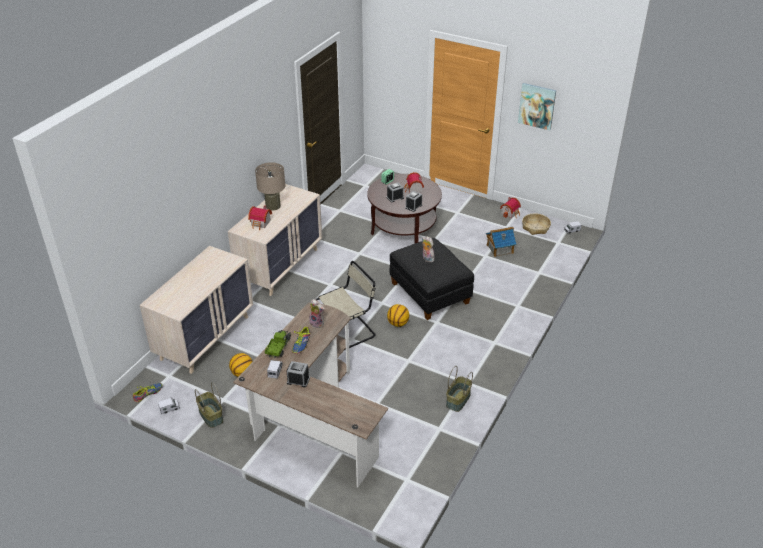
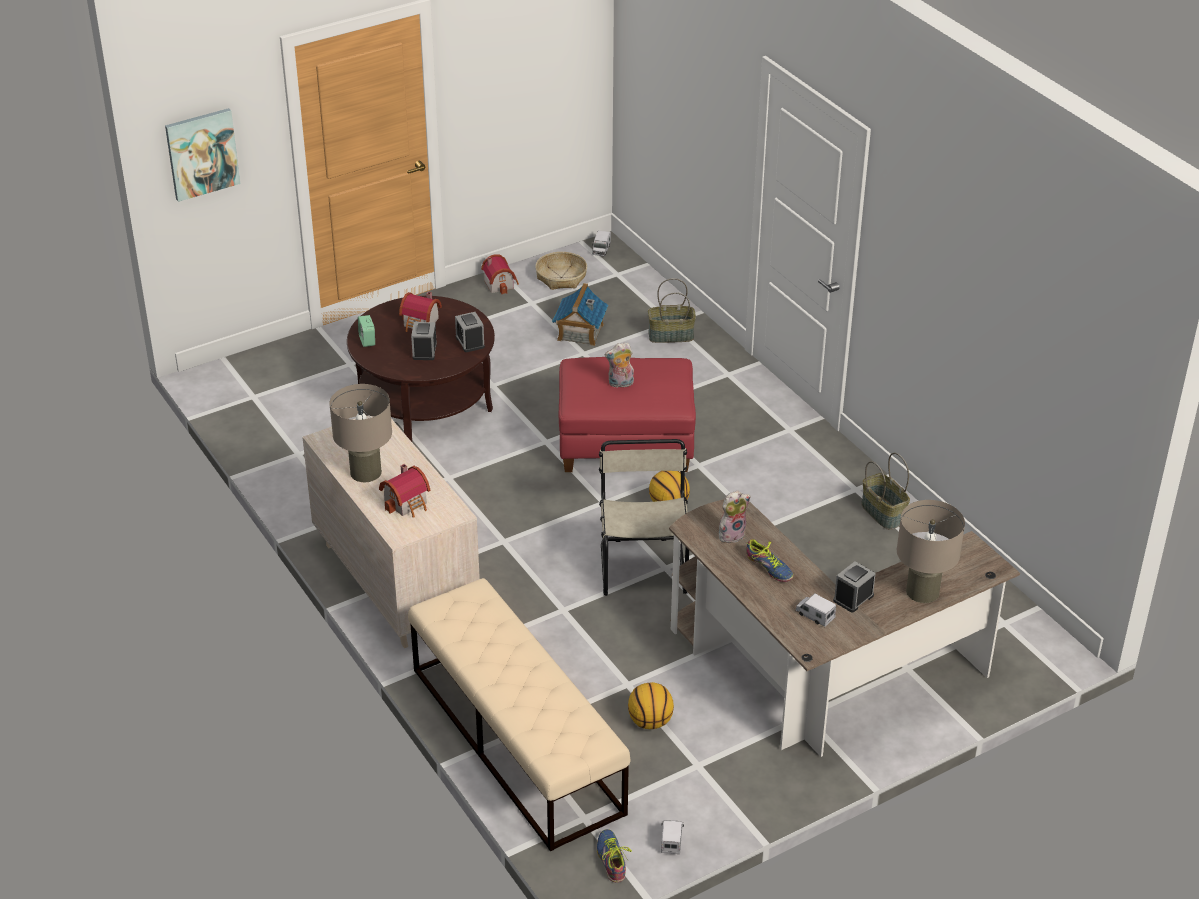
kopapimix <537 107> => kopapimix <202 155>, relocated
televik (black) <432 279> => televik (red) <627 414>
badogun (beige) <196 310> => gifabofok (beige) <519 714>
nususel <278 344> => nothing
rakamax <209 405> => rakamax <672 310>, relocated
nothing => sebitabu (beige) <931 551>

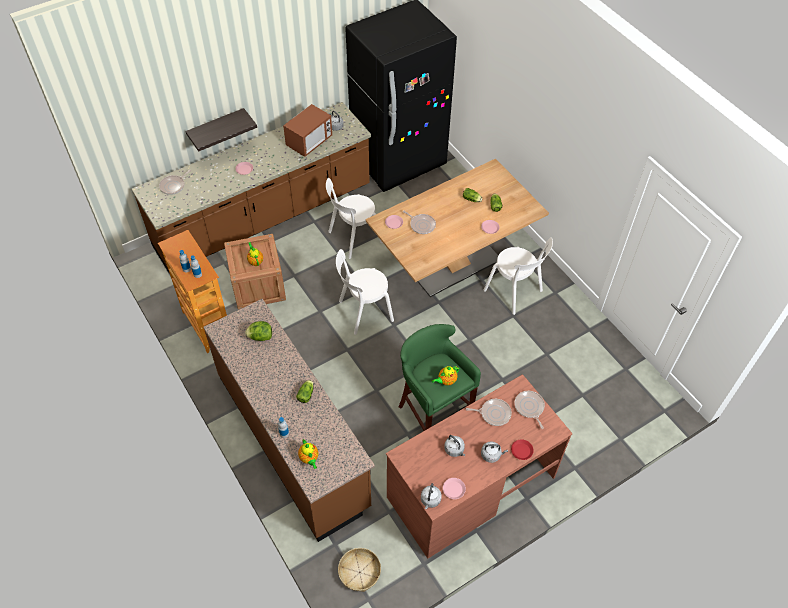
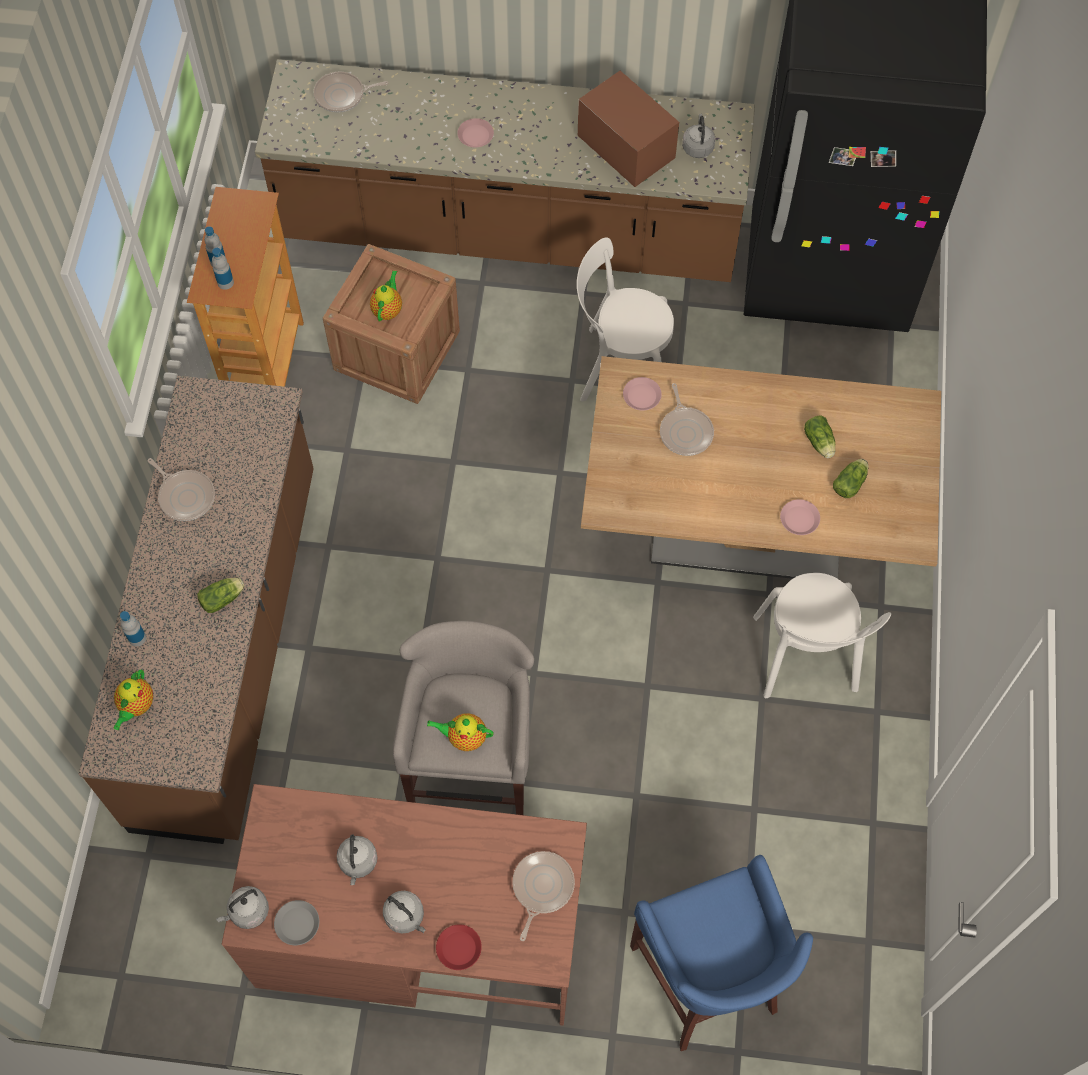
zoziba <307 130> => zoziba <628 129>, 120 degrees counterclockwise
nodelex <221 130> => nothing
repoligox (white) <365 292> => nothing
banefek <258 331> => nothing
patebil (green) <440 377> => patebil (grey) <463 718>
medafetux <489 412> => medafetux <181 489>, relocated
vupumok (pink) <454 488> => vupumok (grey) <296 922>
rakamax <359 570> => nothing
nothing => patebil (blue) <721 953>

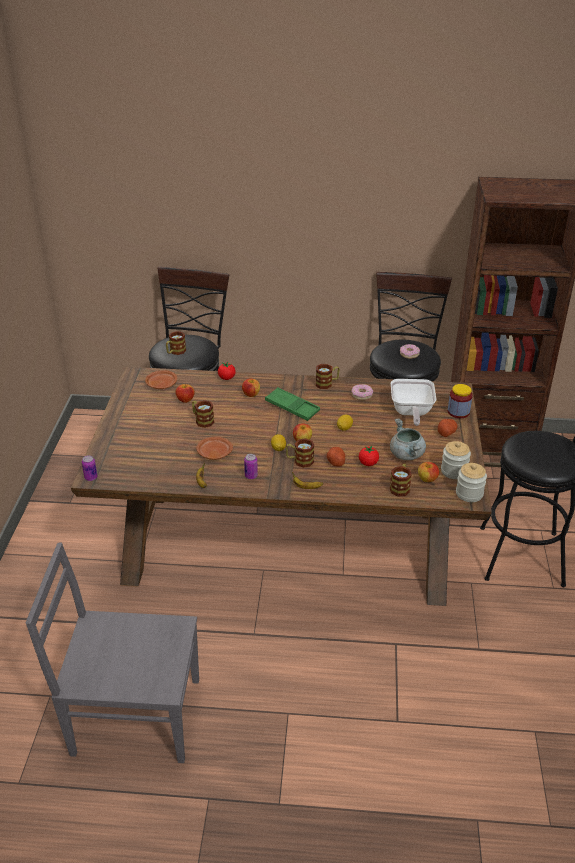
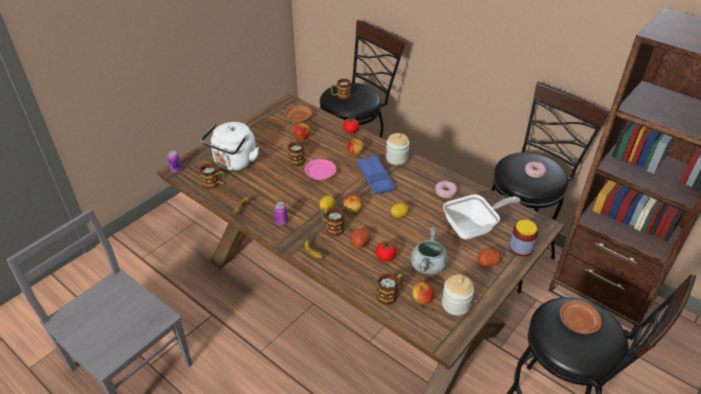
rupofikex <328 376> => rupofikex <212 176>, relocated
medafetux <413 402> => medafetux <482 217>, 150 degrees counterclockwise
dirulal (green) <292 404> => dirulal (blue) <376 175>
vupumok (brown) <214 448> => vupumok (brown) <581 317>, relocated
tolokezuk <471 482> => tolokezuk <397 149>, relocated
nothing => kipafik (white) <230 146>
nothing => vupumok (pink) <321 169>

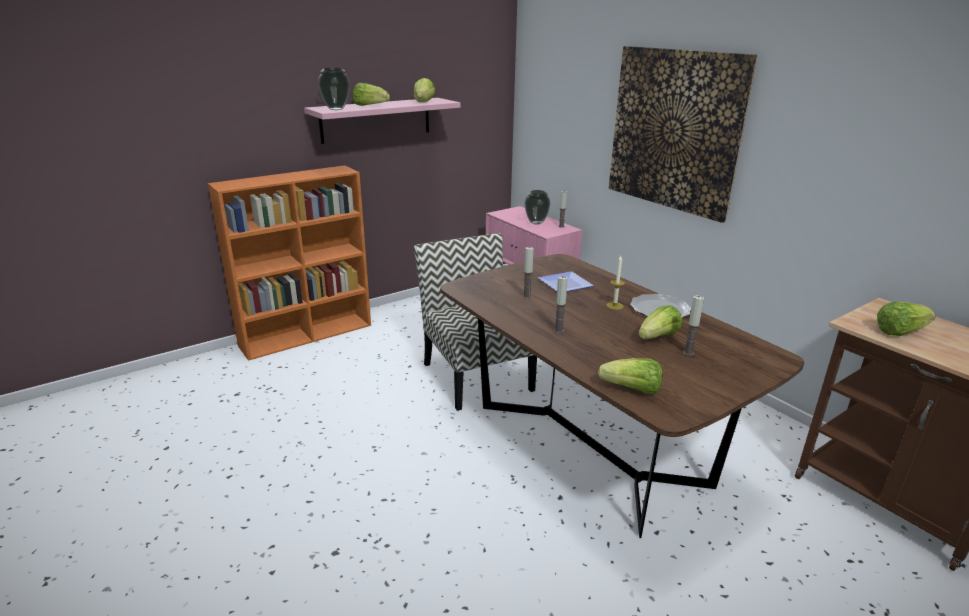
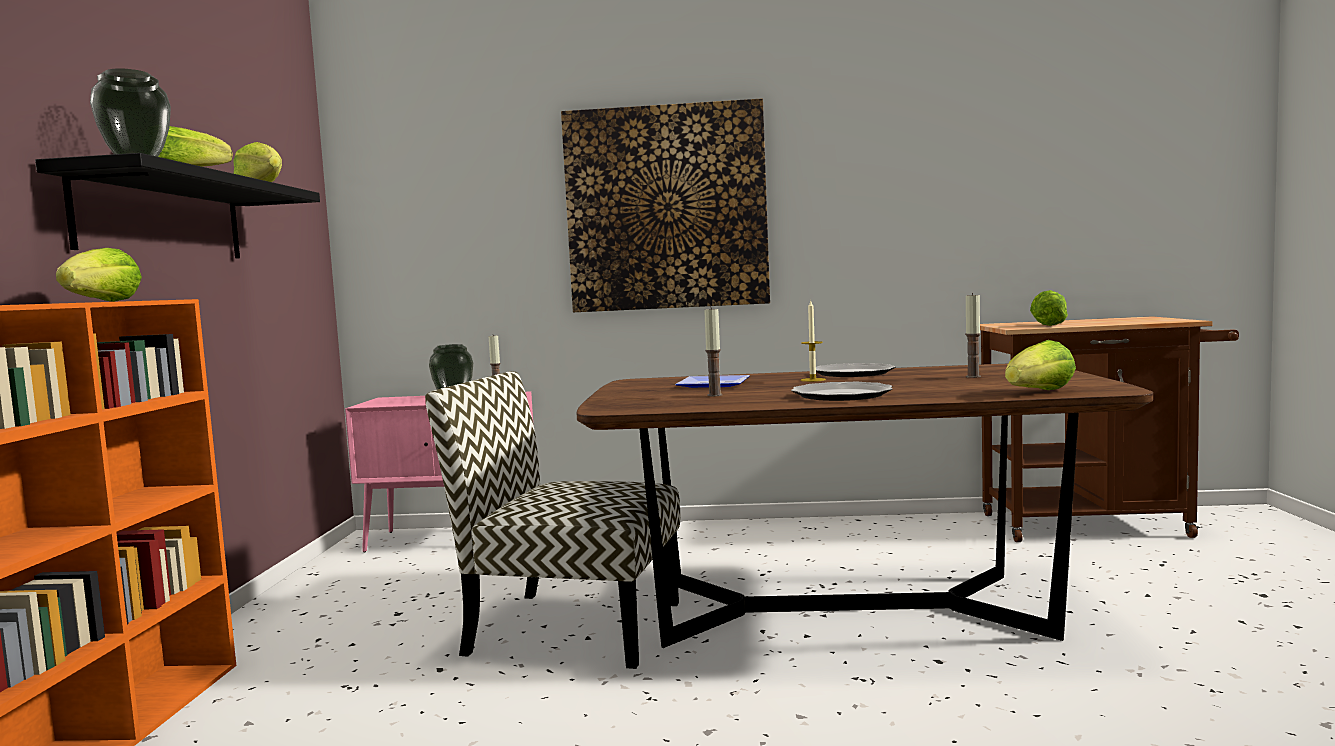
nodelex (pink) <382 121> => nodelex (black) <177 205>
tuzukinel <561 304> => vupumok <841 391>
banefek <660 322> => banefek <99 275>, relocated

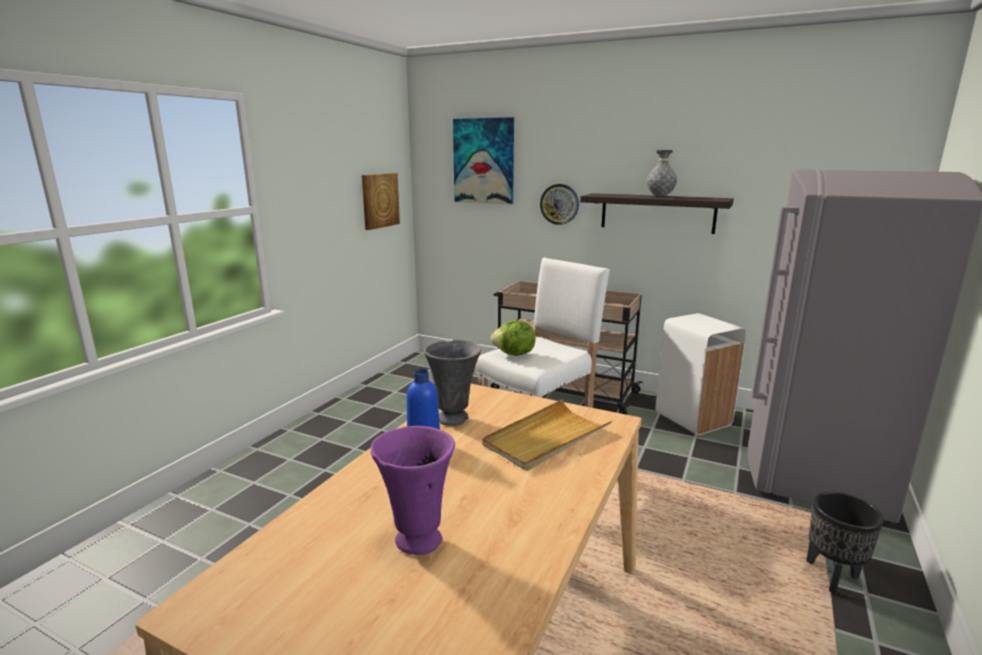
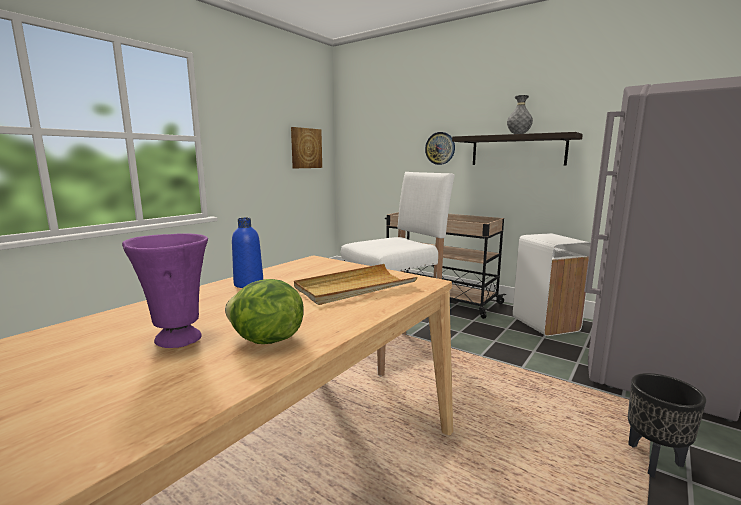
kopapimix <483 160> => nothing
banefek <513 338> => banefek <264 311>, relocated
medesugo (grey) <452 382> => nothing

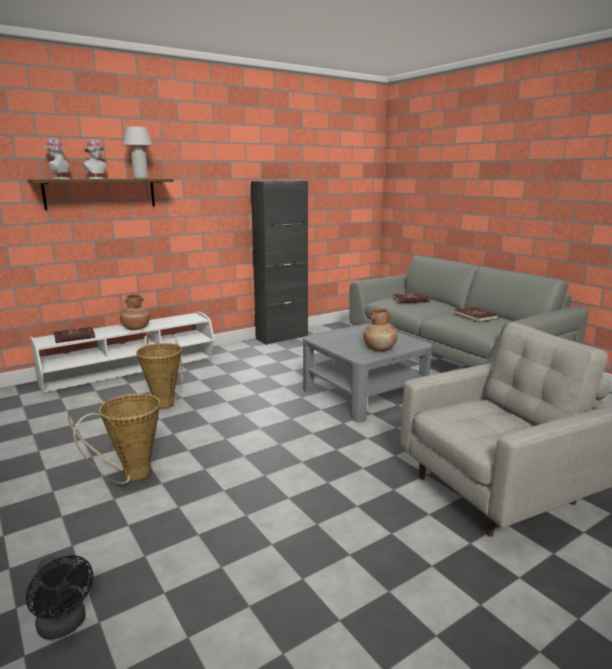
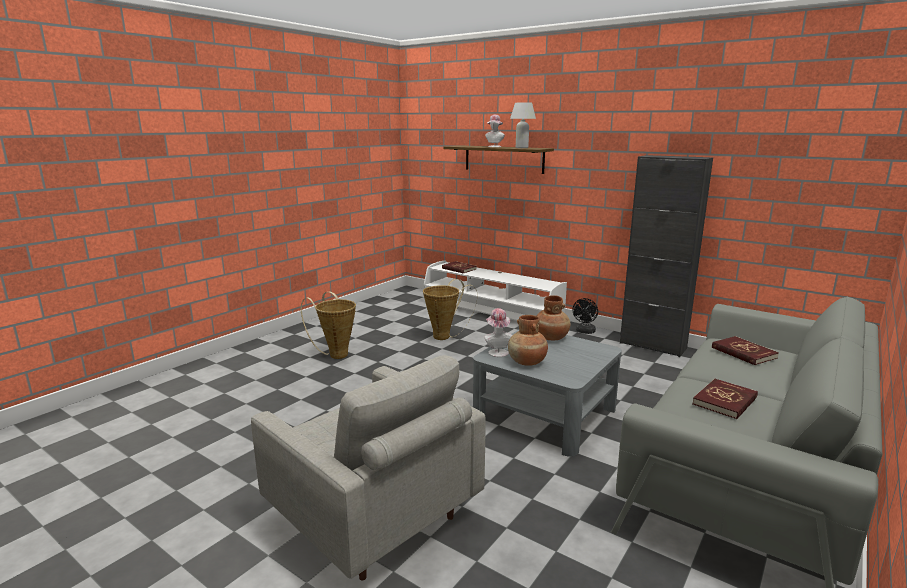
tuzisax <56 158> => tuzisax <498 332>, relocated
medesugo (brown) <135 312> => medesugo (brown) <554 317>, relocated
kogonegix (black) <59 597> => kogonegix (black) <585 316>, relocated

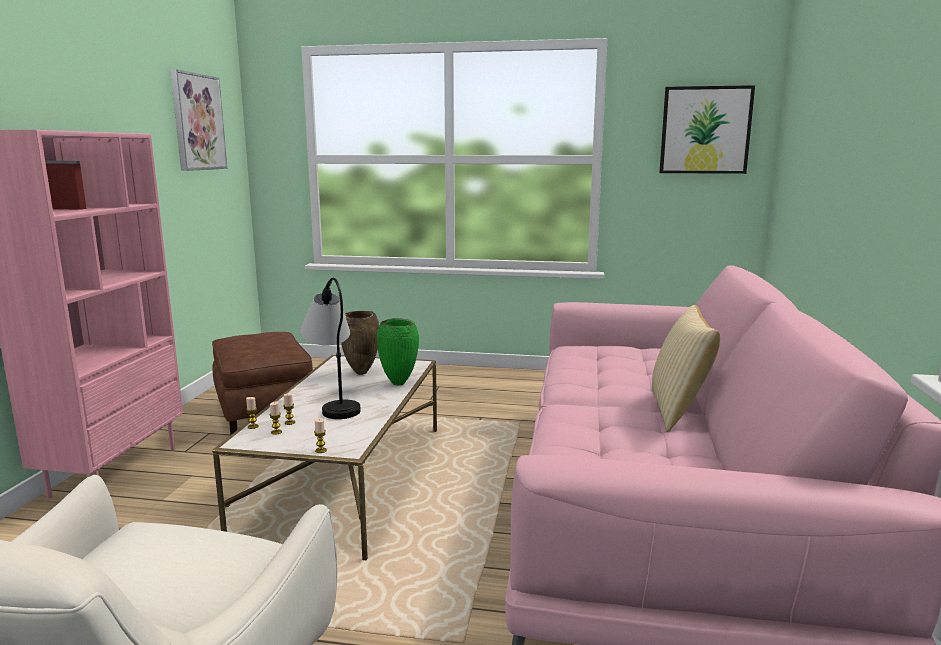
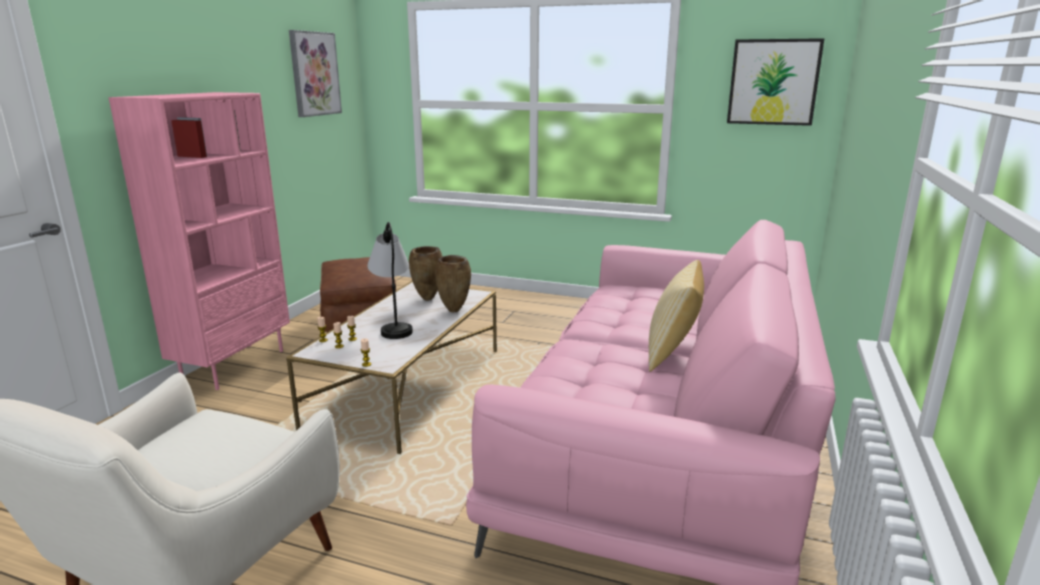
medesugo (green) <398 351> => medesugo (brown) <453 283>

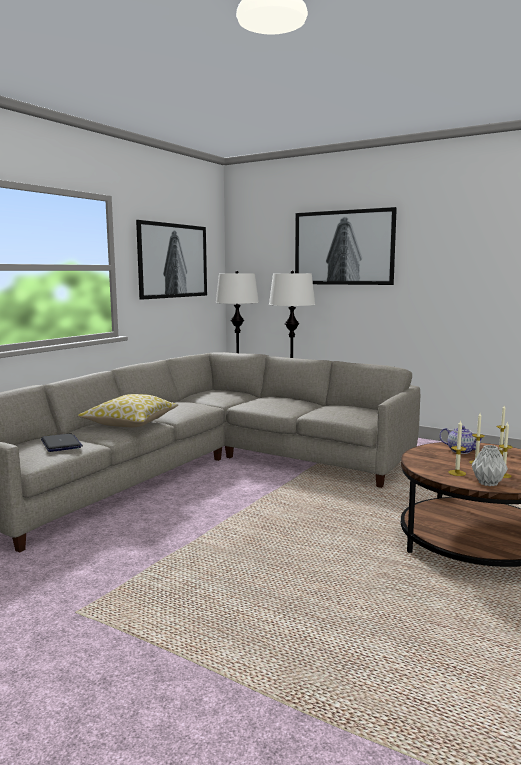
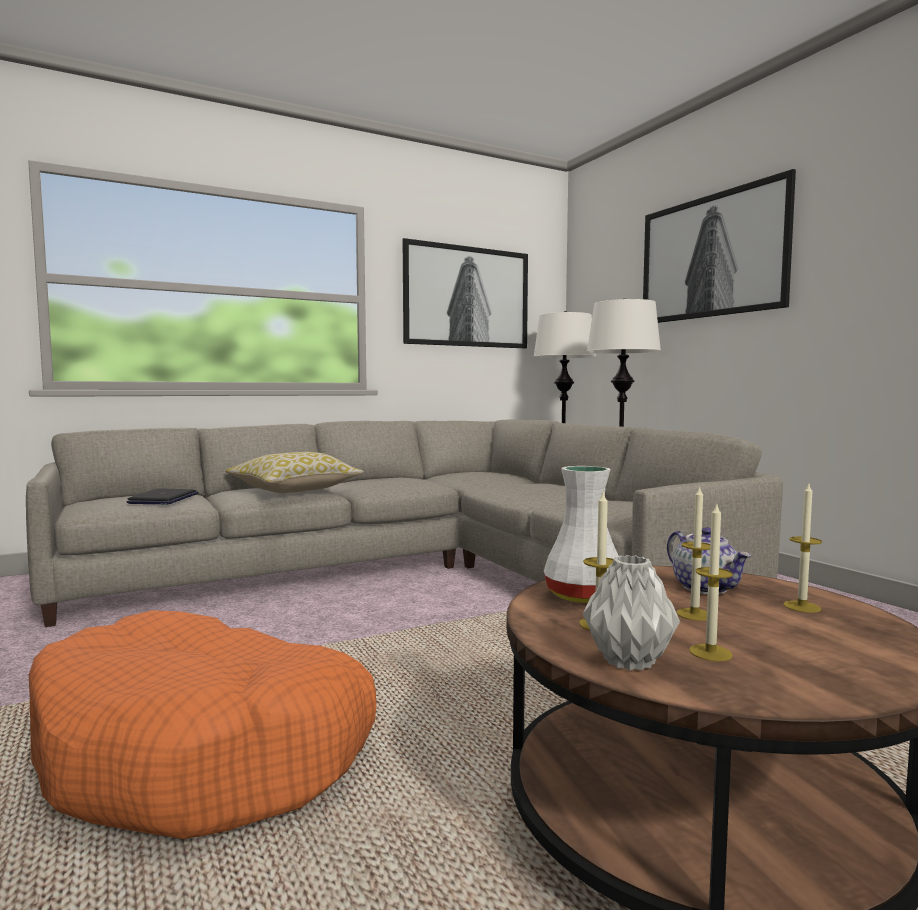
nothing => medesugo (white) <581 534>
nothing => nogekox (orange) <202 724>

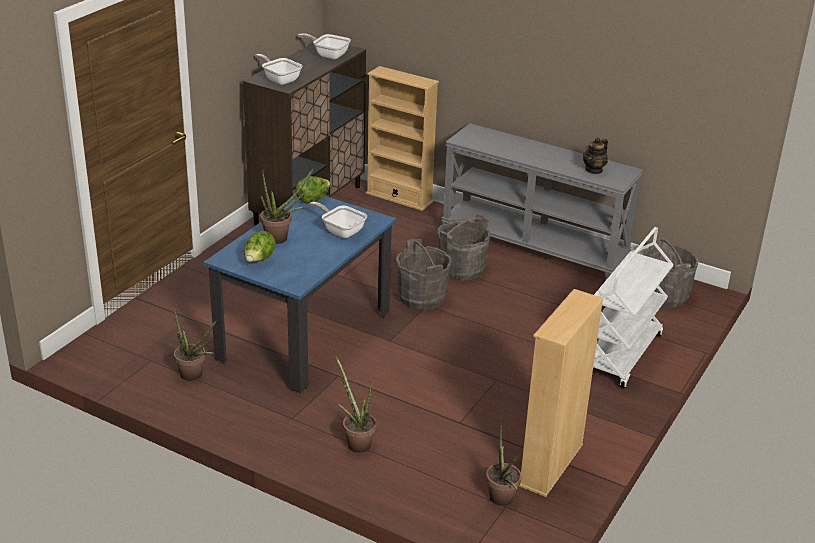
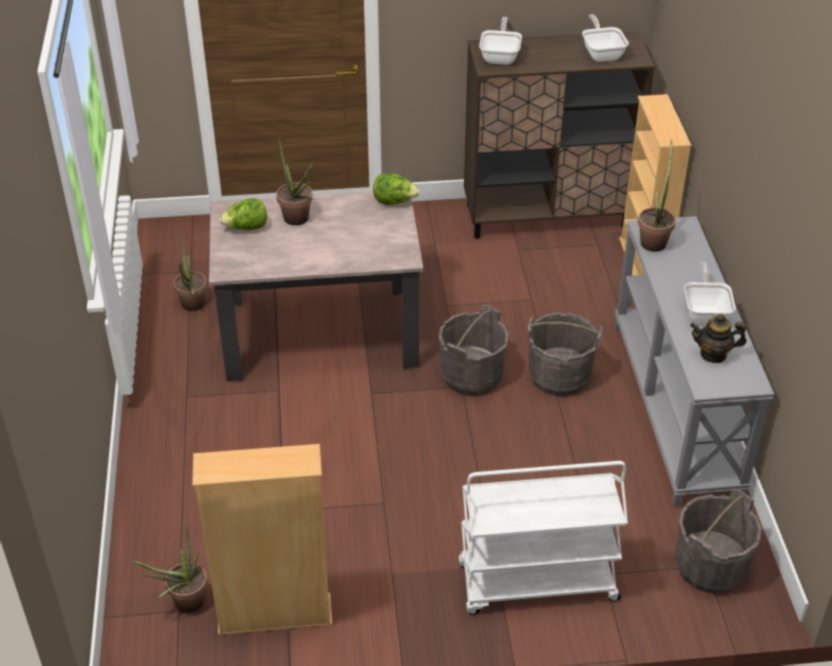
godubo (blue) <299 294> => godubo (beige) <316 286>
medafetux <338 220> => medafetux <710 292>, relocated
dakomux <355 404> => dakomux <657 196>, relocated

